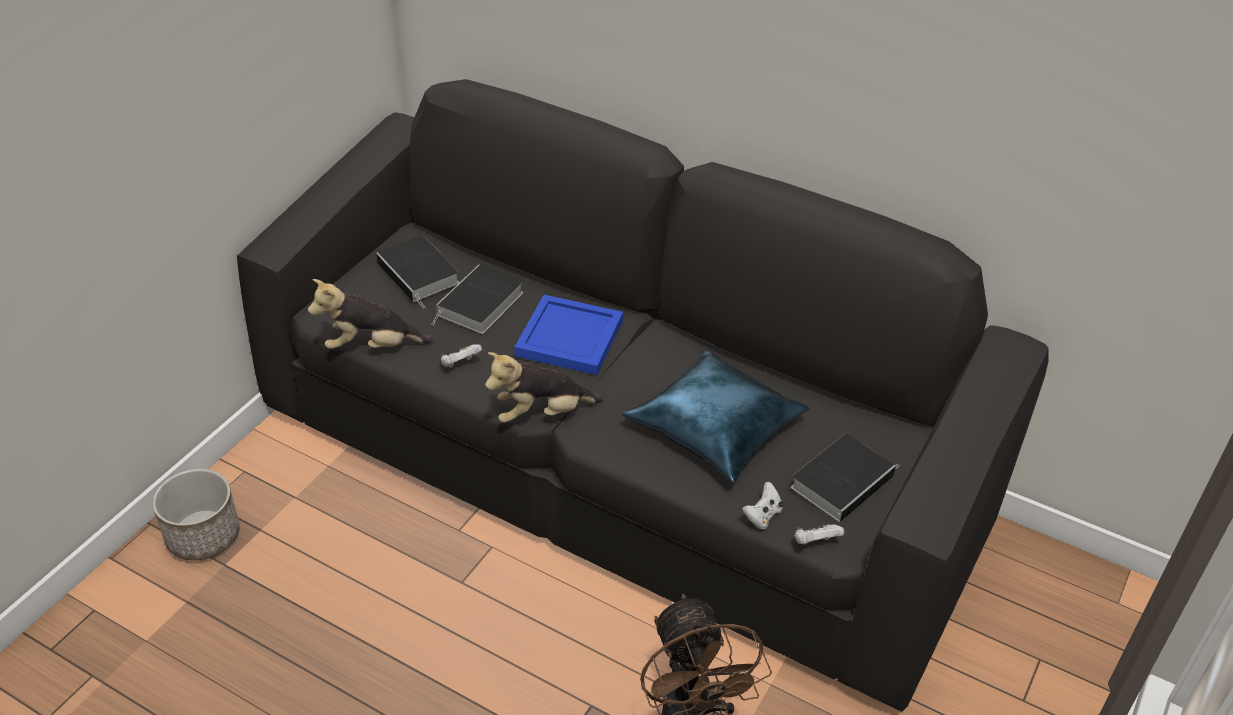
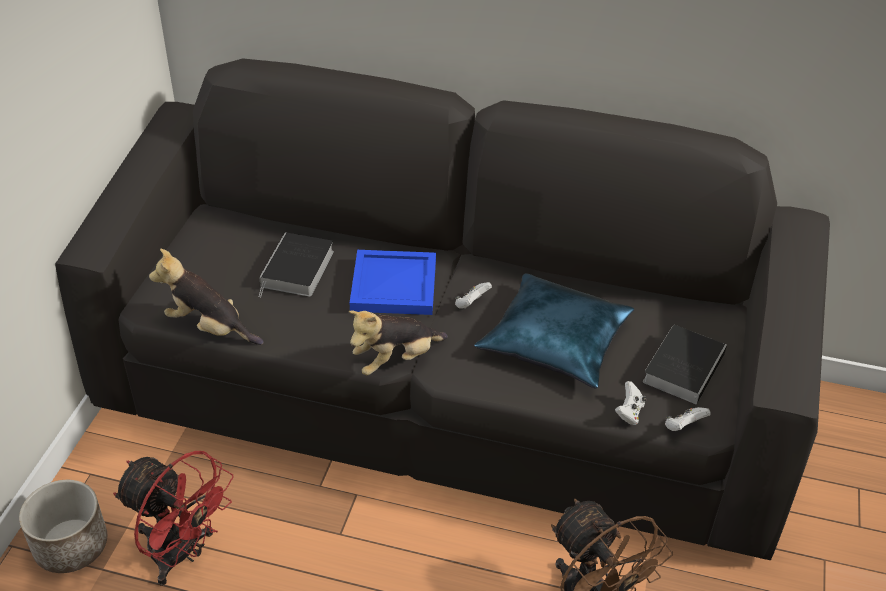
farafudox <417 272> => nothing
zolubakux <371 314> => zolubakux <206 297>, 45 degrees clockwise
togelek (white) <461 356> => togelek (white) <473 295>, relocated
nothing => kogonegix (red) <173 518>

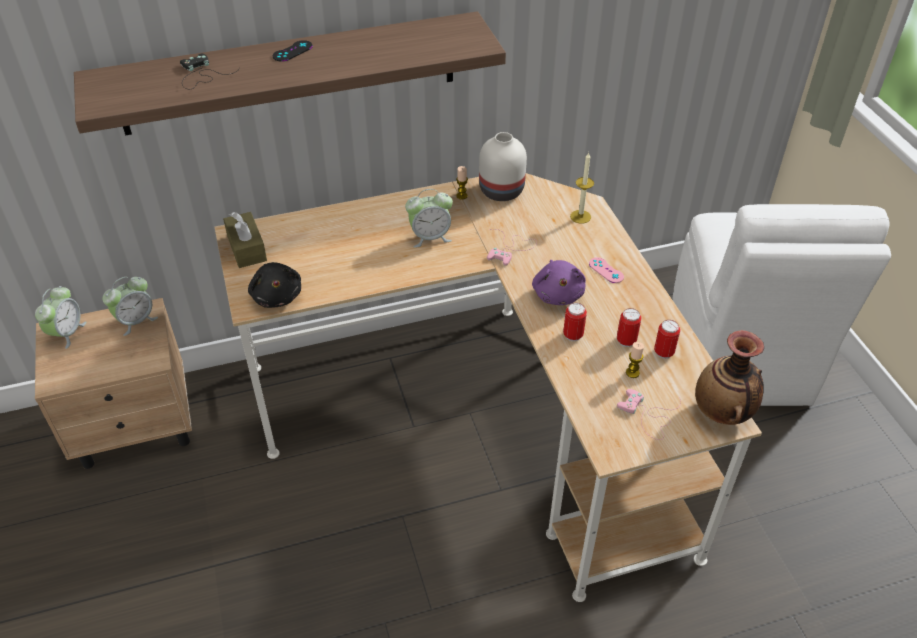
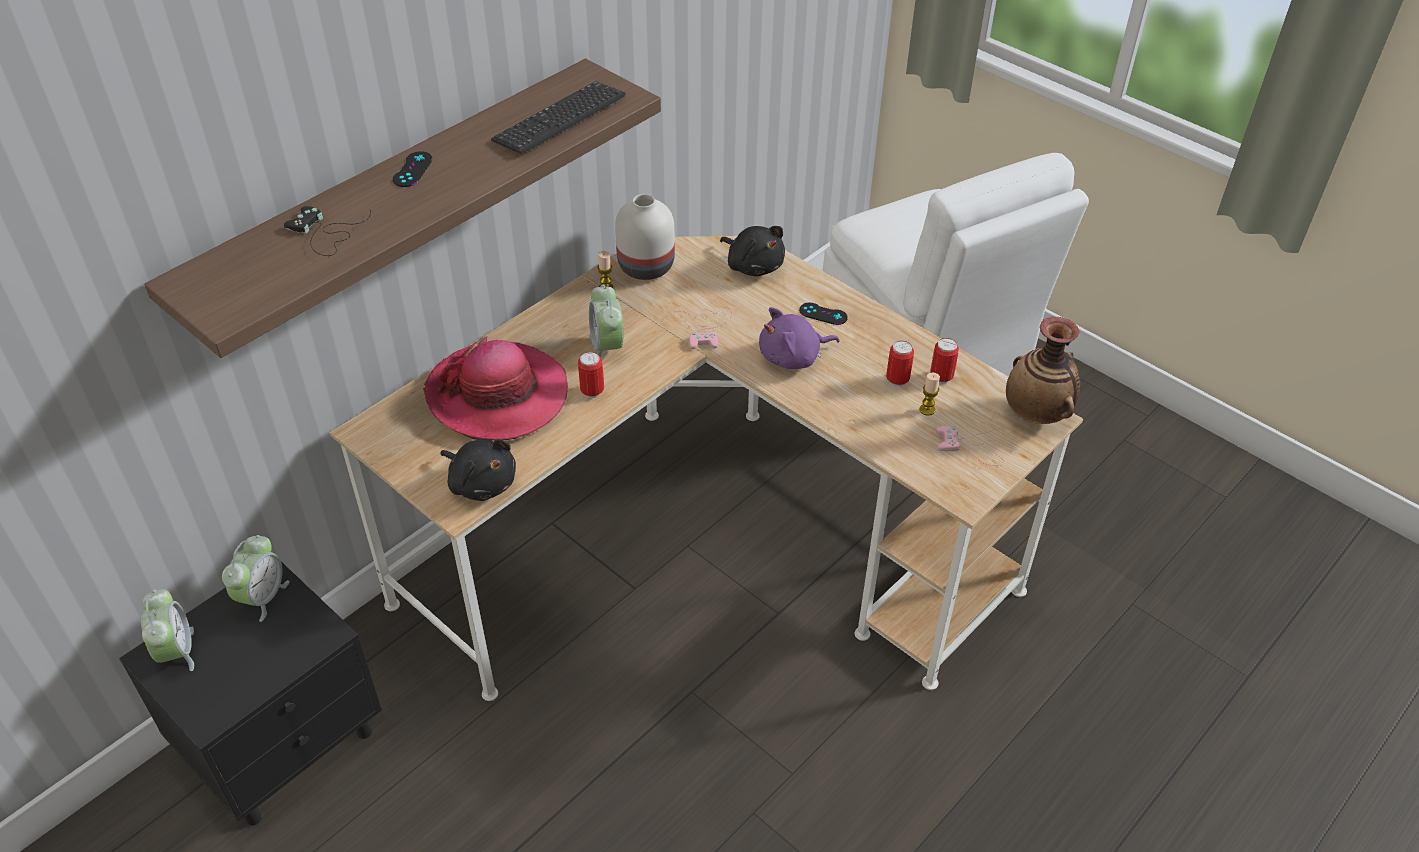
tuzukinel <582 188> => zolubakux (black) <752 251>
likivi <429 218> => likivi <606 320>, 120 degrees clockwise
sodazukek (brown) <245 240> => nothing
togelek (pink) <606 270> => togelek (black) <823 314>
zolubakux (purple) <559 282> => zolubakux (purple) <799 338>, 105 degrees clockwise
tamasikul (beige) <113 383> => tamasikul (black) <250 694>
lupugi <575 322> => lupugi <591 375>, relocated
nothing => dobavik <558 117>
nothing => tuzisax <495 389>

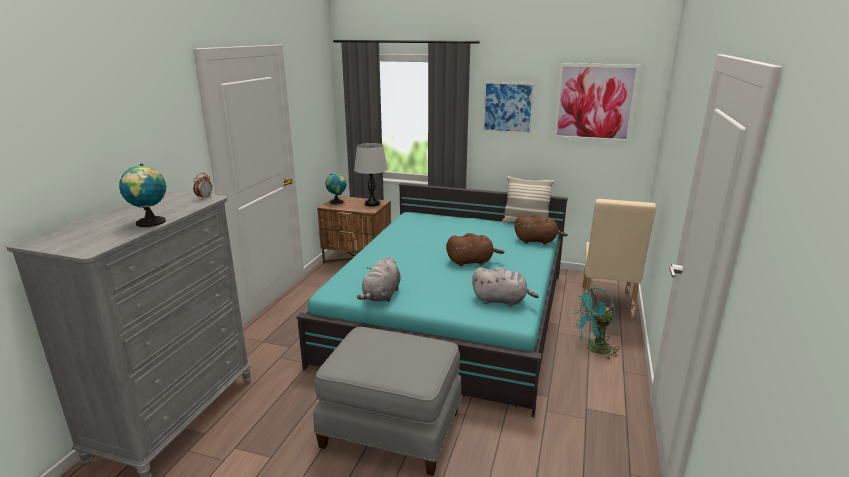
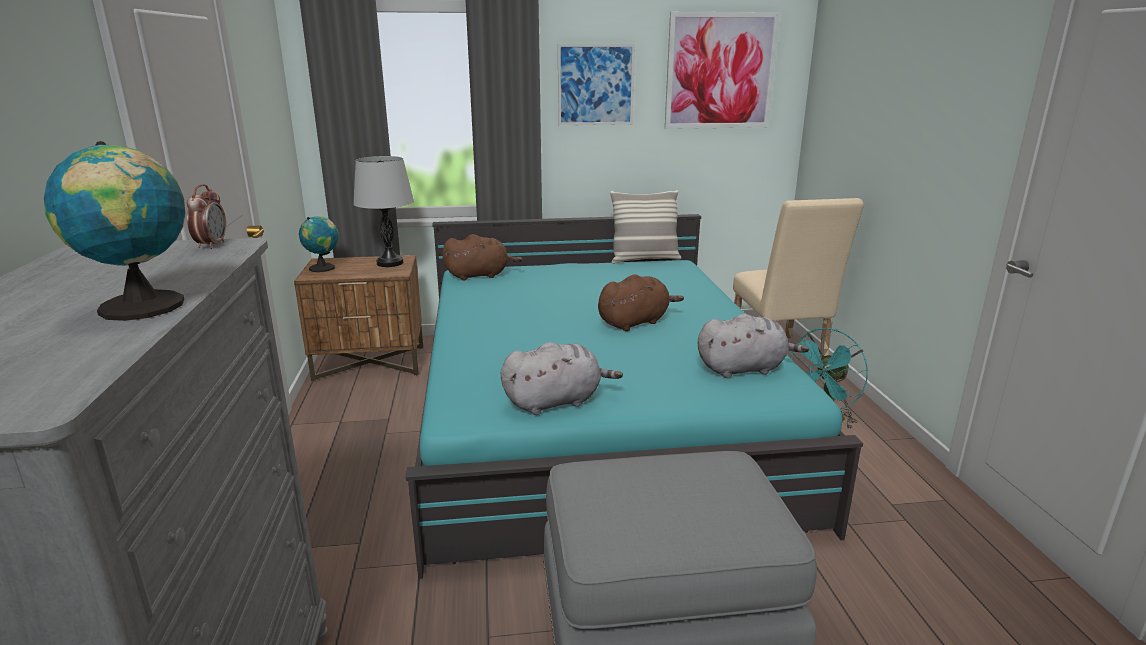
zolubakux (brown) <541 229> => zolubakux (brown) <482 257>, relocated
zolubakux (grey) <379 279> => zolubakux (grey) <561 378>, 105 degrees counterclockwise

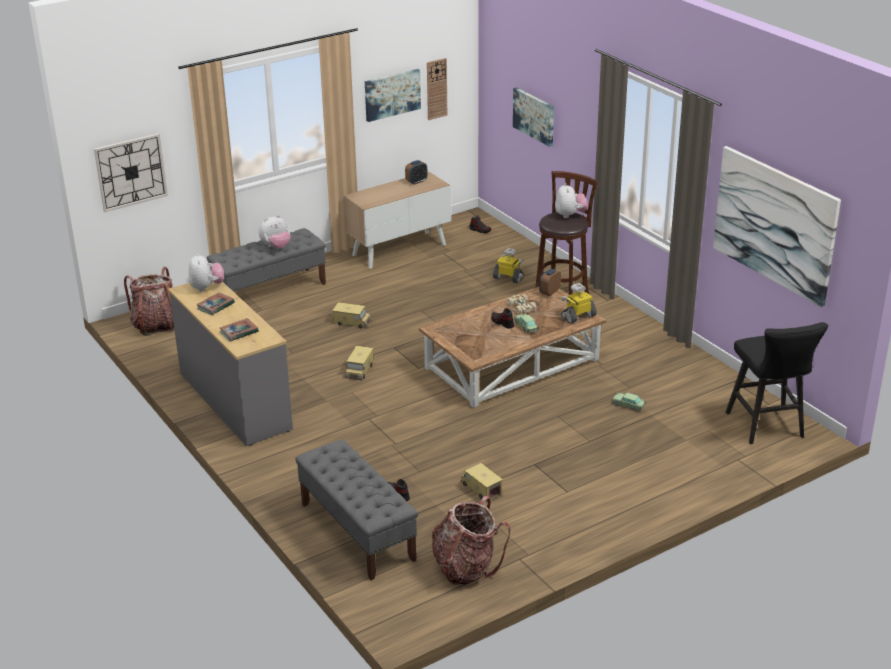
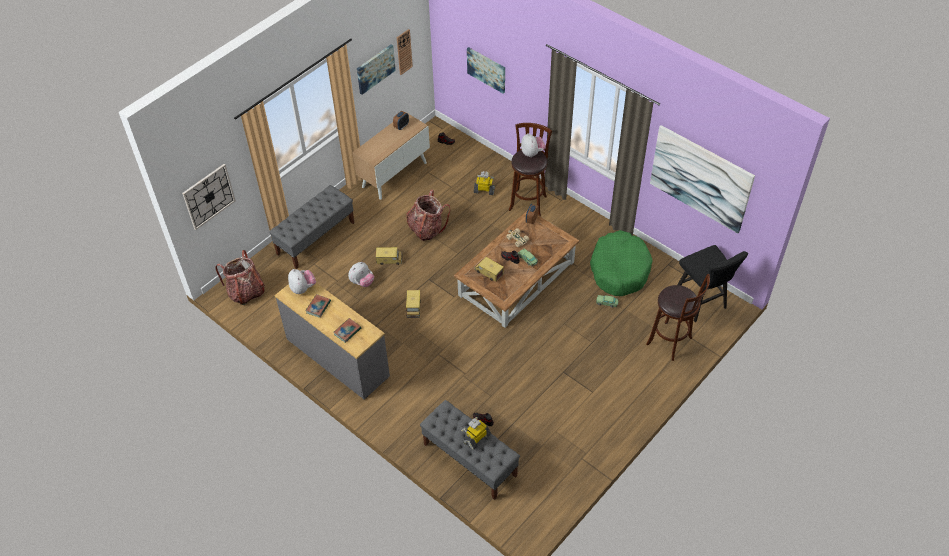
zolubakux <275 232> => zolubakux <361 274>, relocated
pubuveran <579 303> => pubuveran <476 433>, relocated
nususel <482 482> => nususel <489 269>, relocated
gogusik <470 541> => gogusik <428 215>, relocated
nothing => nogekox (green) <621 263>
nothing => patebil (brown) <678 317>

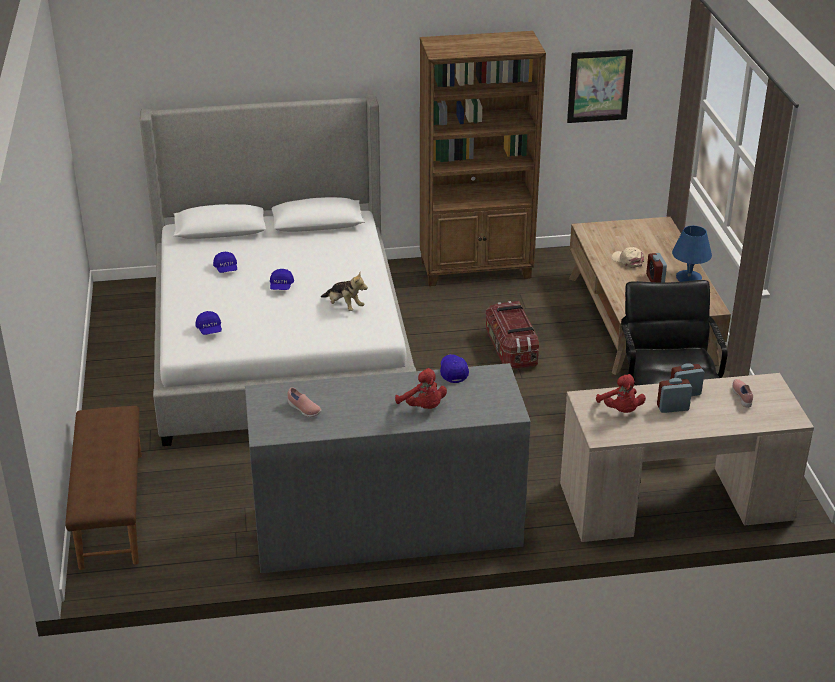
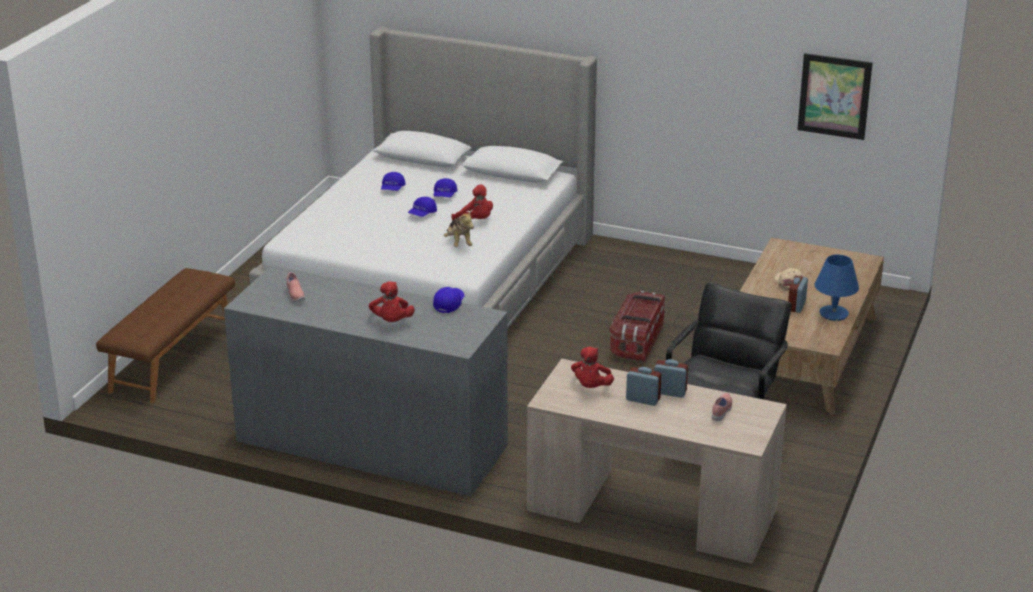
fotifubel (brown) <483 158> => nothing
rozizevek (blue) <208 323> => rozizevek (blue) <446 187>, relocated
nothing => zolubakux (red) <472 203>

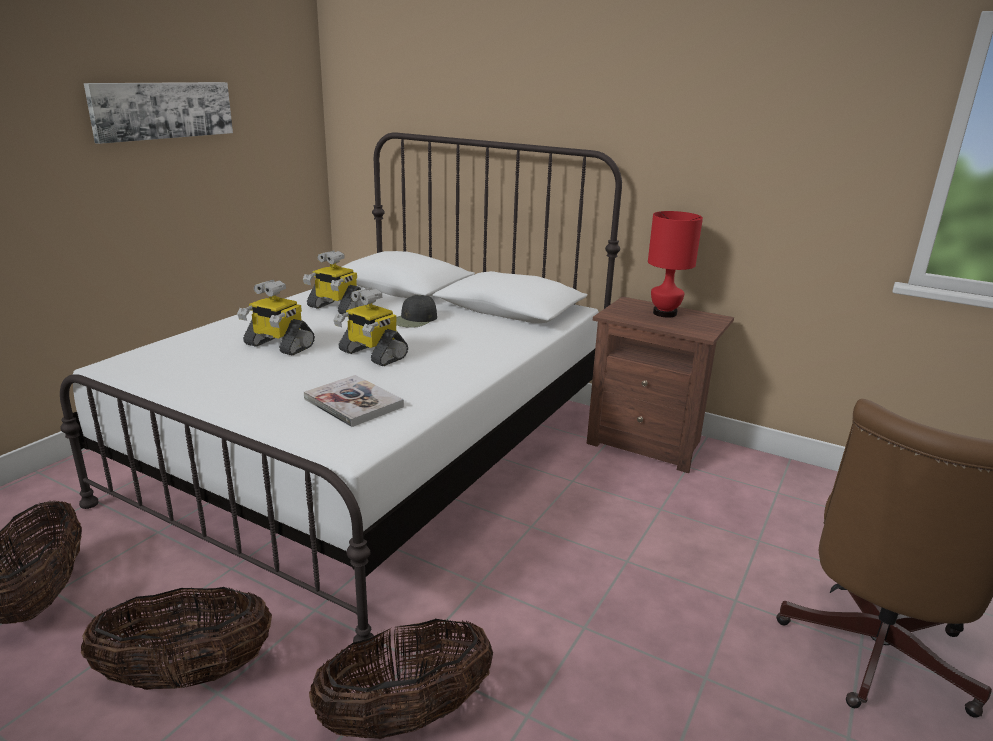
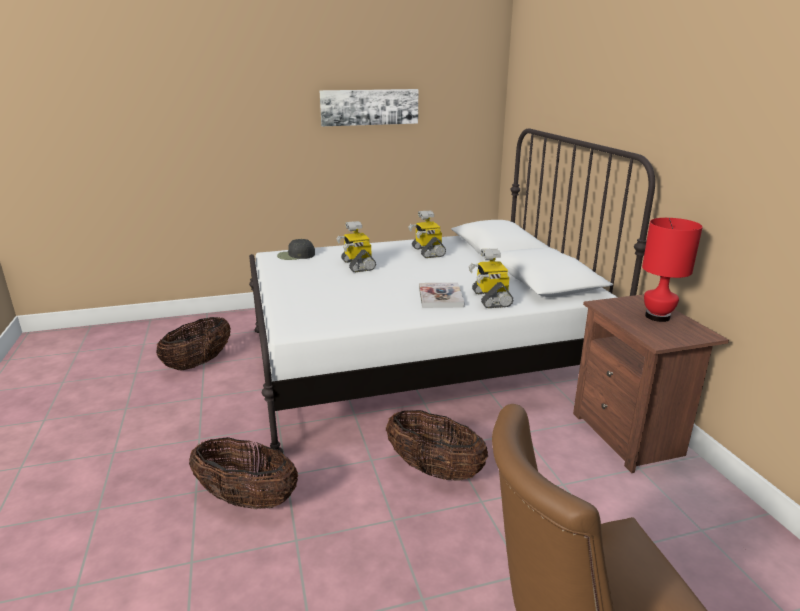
pubuveran <370 326> => pubuveran <491 278>, relocated
rozizevek (black) <416 311> => rozizevek (black) <296 249>, relocated
farafudox <354 401> => farafudox <442 295>, relocated
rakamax <176 638> => rakamax <437 445>, relocated

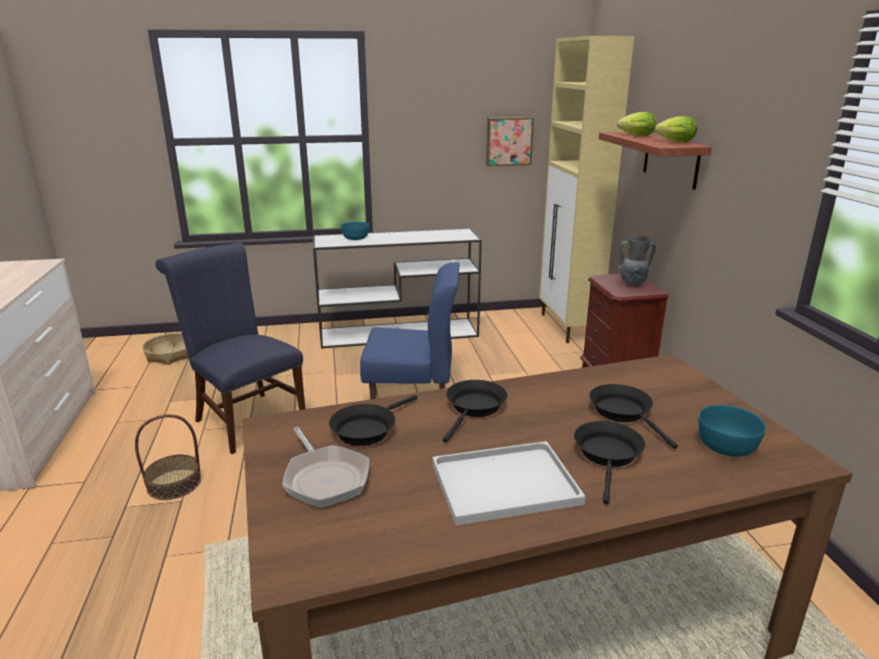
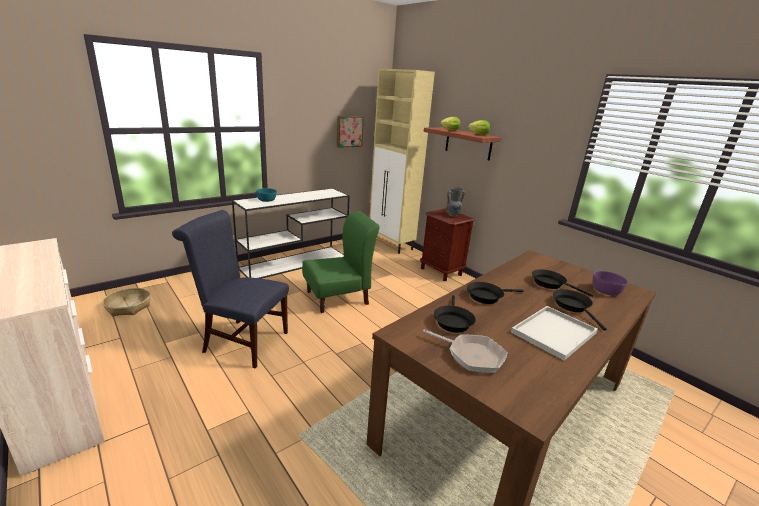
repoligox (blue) <410 330> => repoligox (green) <341 262>
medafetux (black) <475 411> => medafetux (black) <495 293>, 105 degrees counterclockwise
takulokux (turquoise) <732 431> => takulokux (purple) <610 283>
rakamax <168 457> => nothing

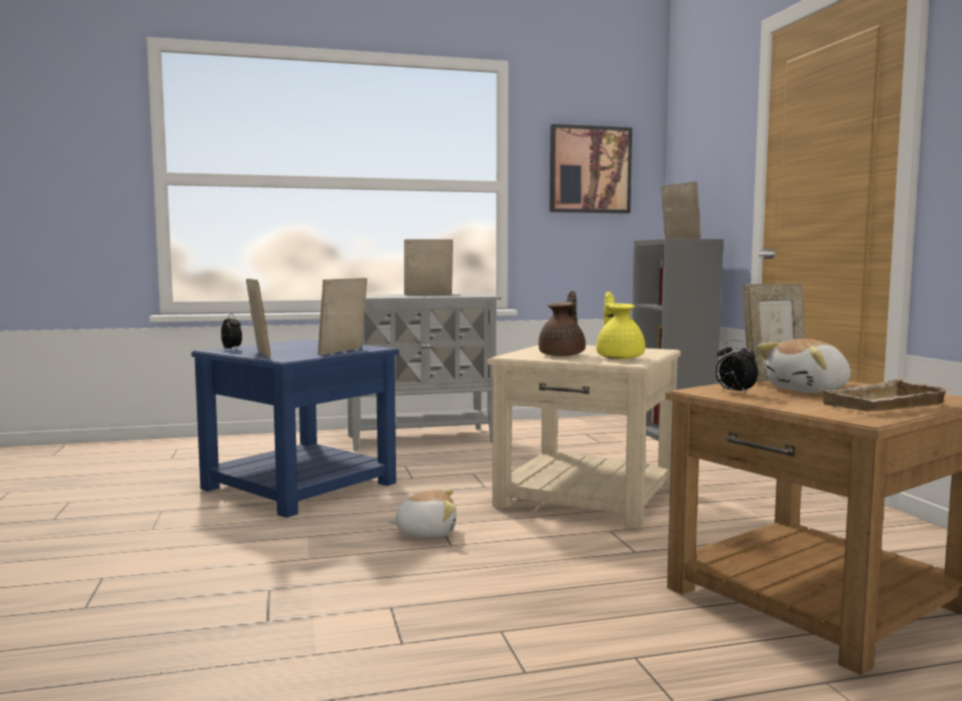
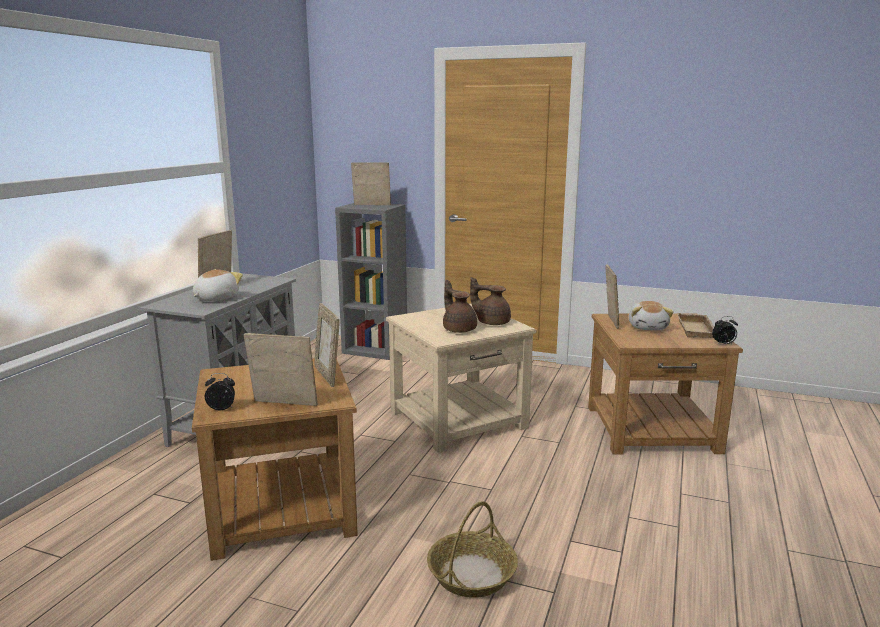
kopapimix <591 168> => nothing
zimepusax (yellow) <620 325> => zimepusax (brown) <490 301>
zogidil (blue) <295 428> => zogidil (brown) <275 459>
likivi <737 367> => likivi <725 330>, relocated
zolubakux <421 513> => zolubakux <218 285>, relocated
nothing => rakamax <472 549>

